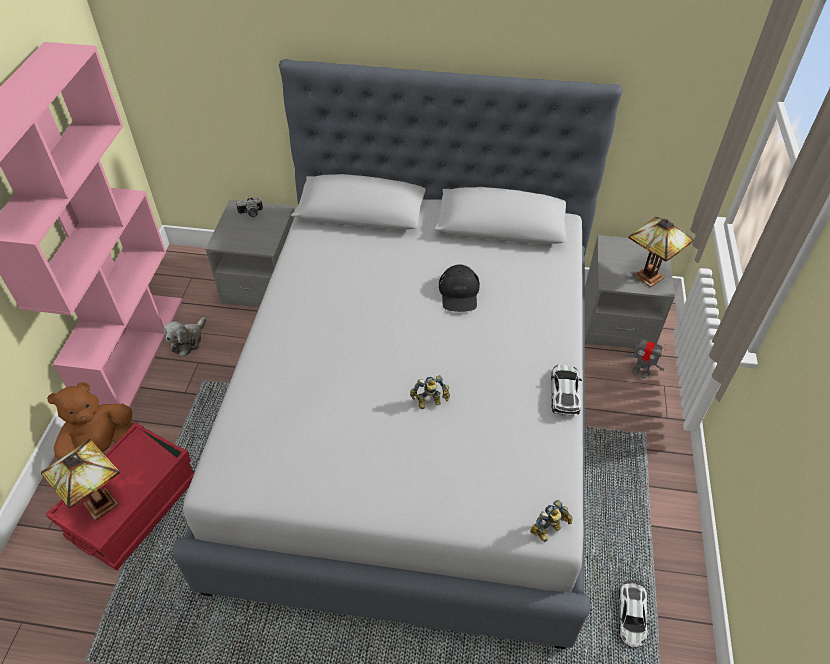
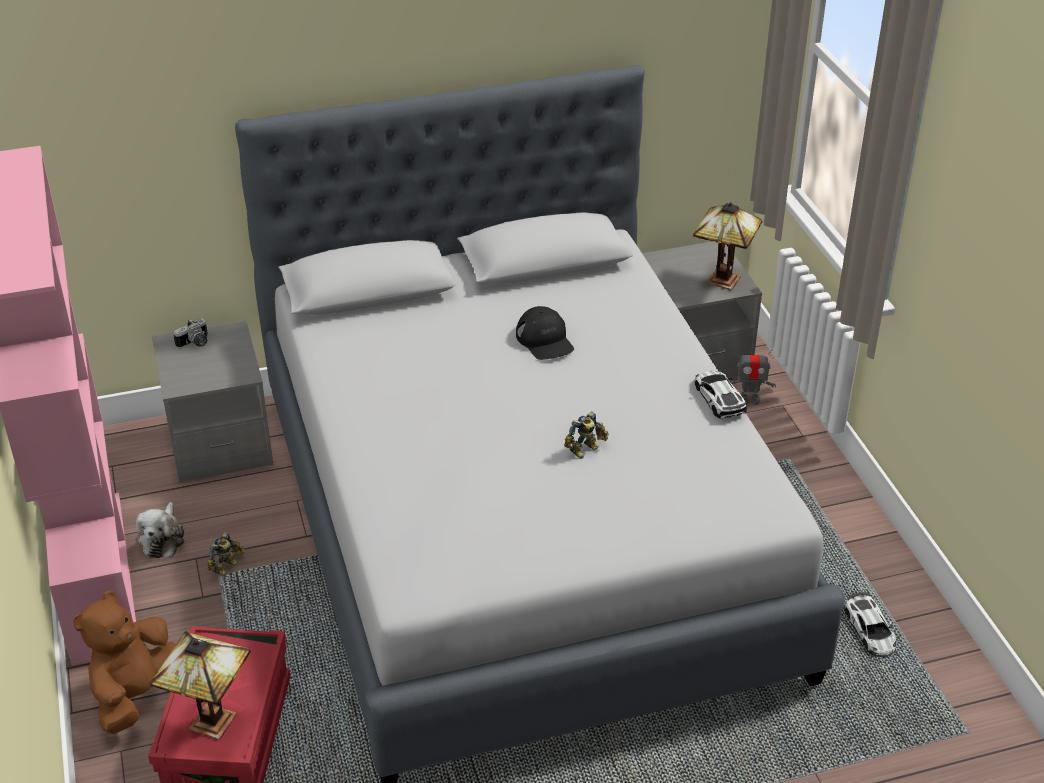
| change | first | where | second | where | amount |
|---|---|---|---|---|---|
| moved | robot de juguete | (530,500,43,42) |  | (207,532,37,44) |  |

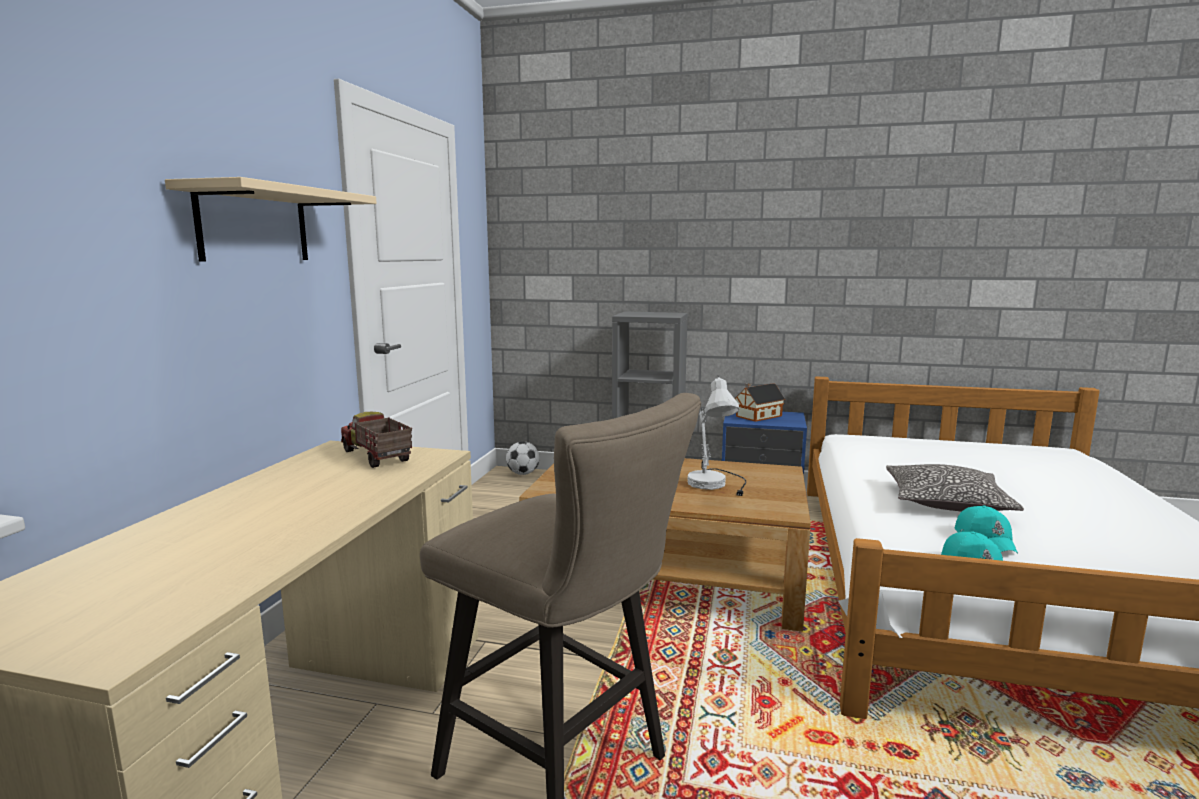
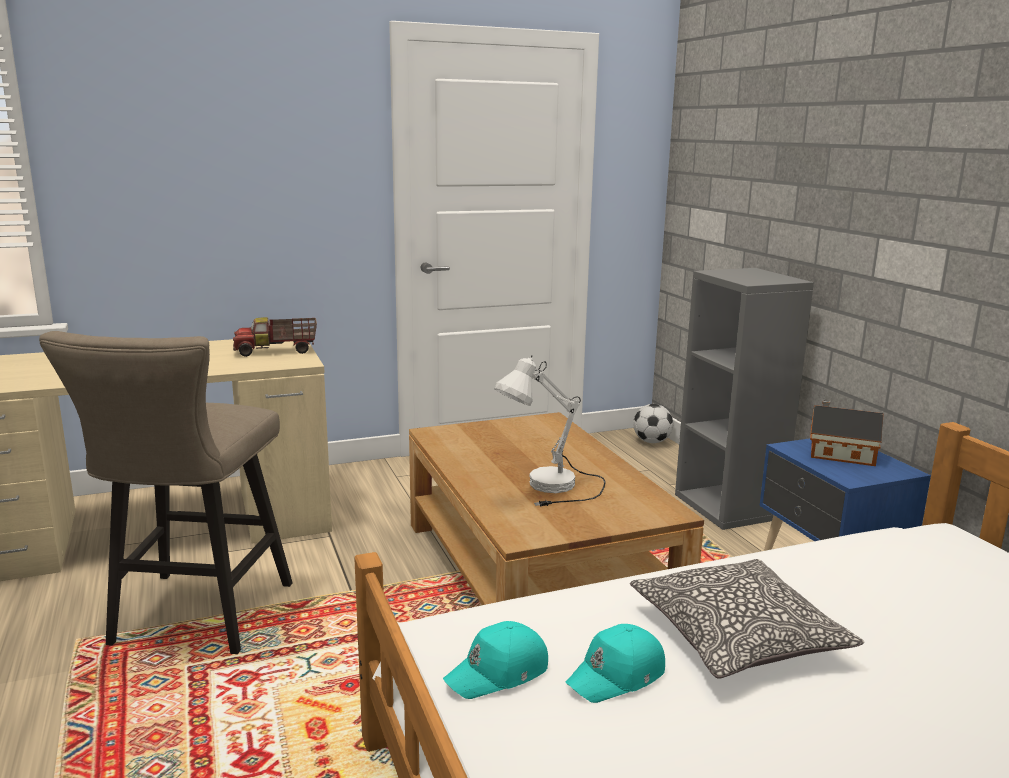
| change | first | where | second | where | amount |
|---|---|---|---|---|---|
| removed | estante/beis | (165,177,212,85) |  |  |  |
| turned | camión de juguete | (341,412,71,56) |  | (233,317,84,40) | 120 degrees counterclockwise |

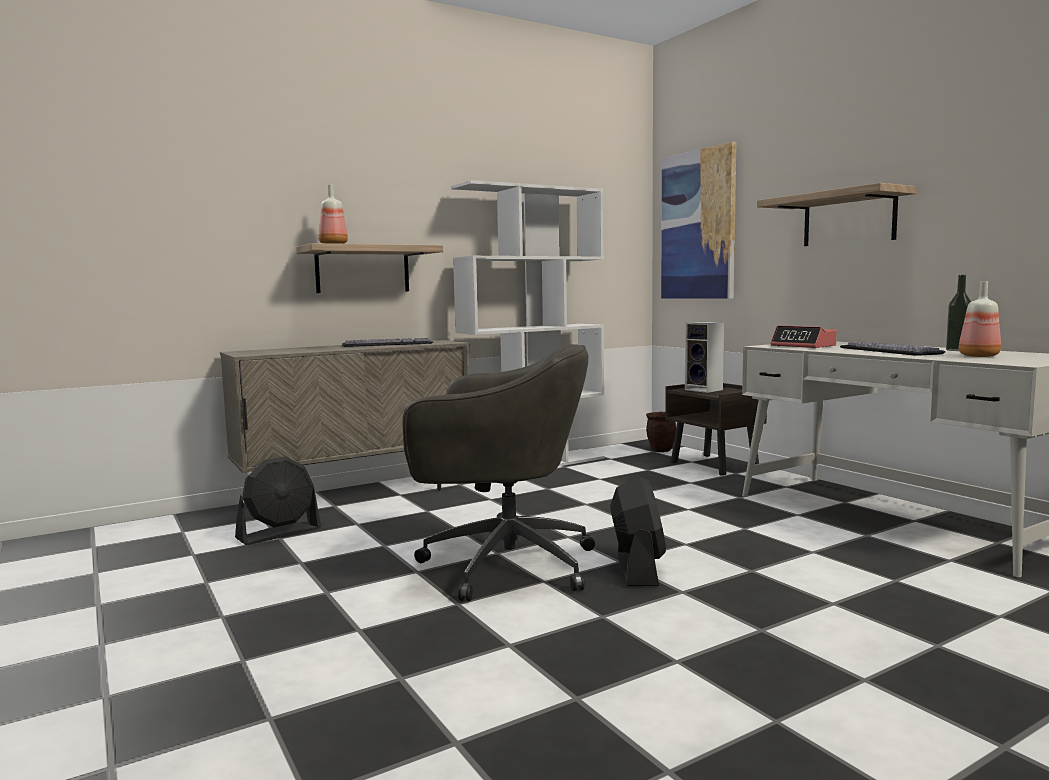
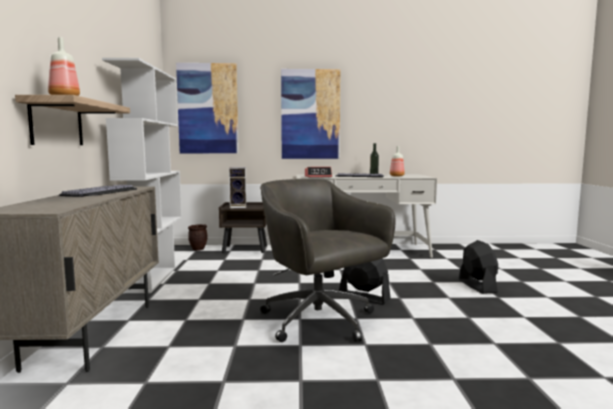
| change | first | where | second | where | amount |
|---|---|---|---|---|---|
| moved | ventilador/negro | (235,456,86,89) |  | (459,240,39,54) |  |
| turned | silla de oficina/gris | (403,344,192,257) |  | (260,179,136,163) | 75 degrees counterclockwise |
| replaced | estante | (757,183,160,63) | cuadro | (281,69,60,90) |  |

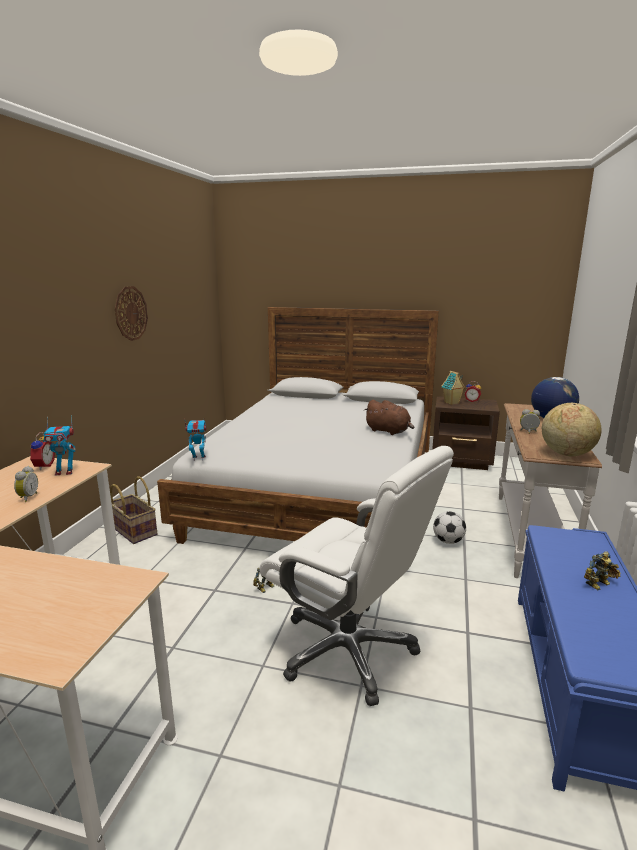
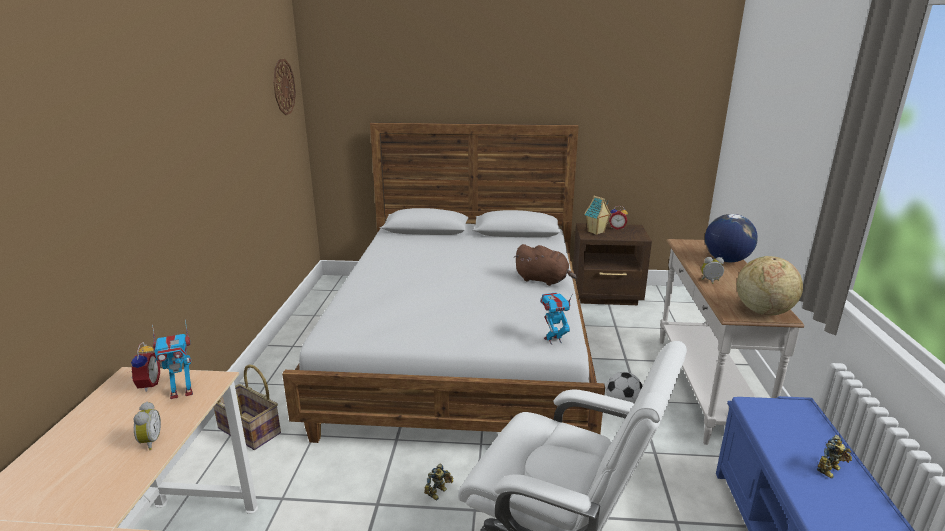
| change | first | where | second | where | amount |
|---|---|---|---|---|---|
| moved | reloj de pared | (115,286,33,55) |  | (273,59,23,56) |  |
| moved | robot de juguete | (185,420,21,41) |  | (540,292,33,53) |  |

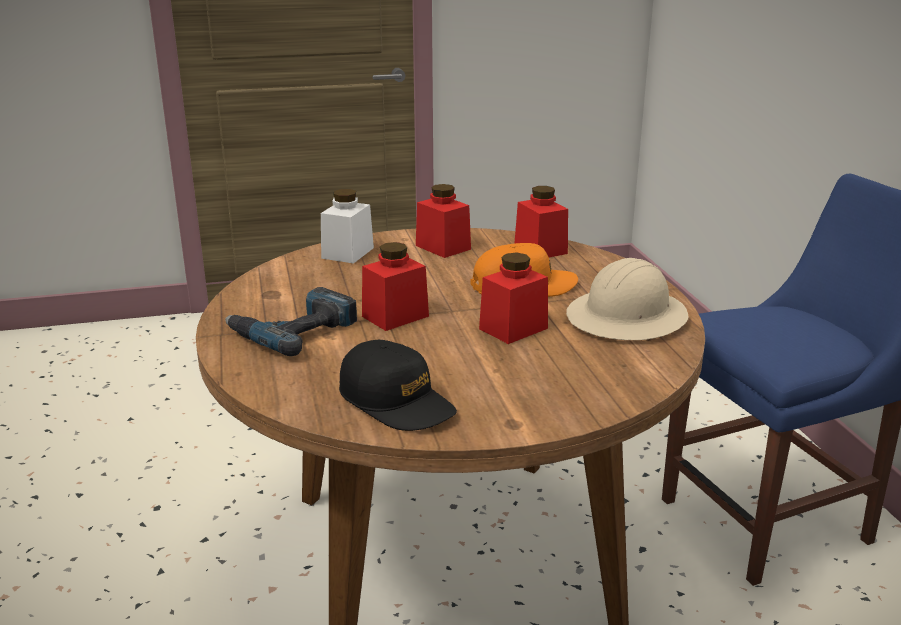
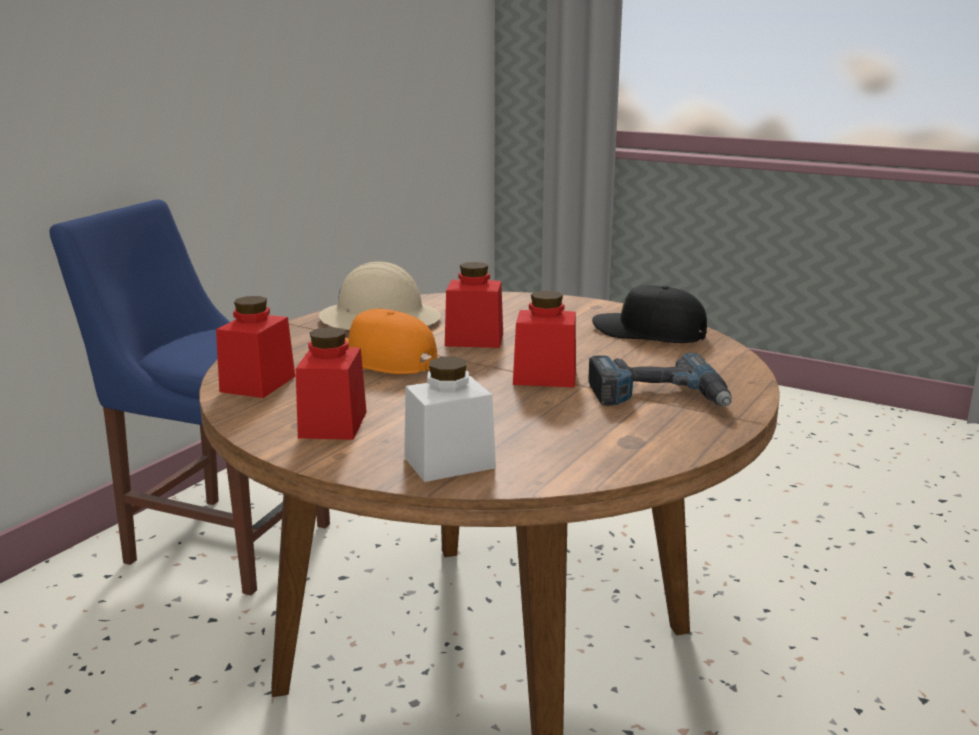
| change | first | where | second | where | amount |
|---|---|---|---|---|---|
| turned | gorra/negro | (339,340,118,91) |  | (592,285,115,58) | 60 degrees counterclockwise |

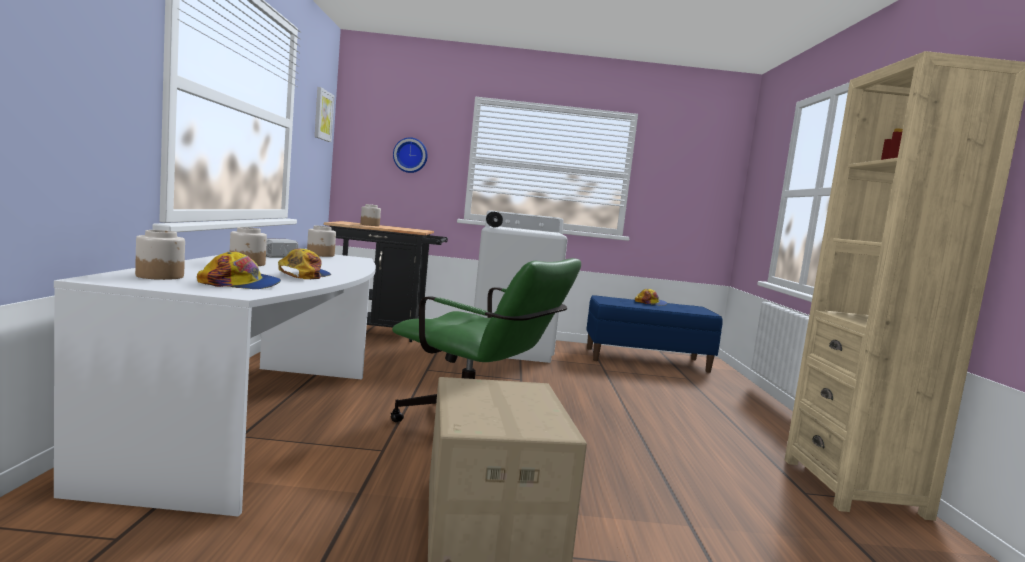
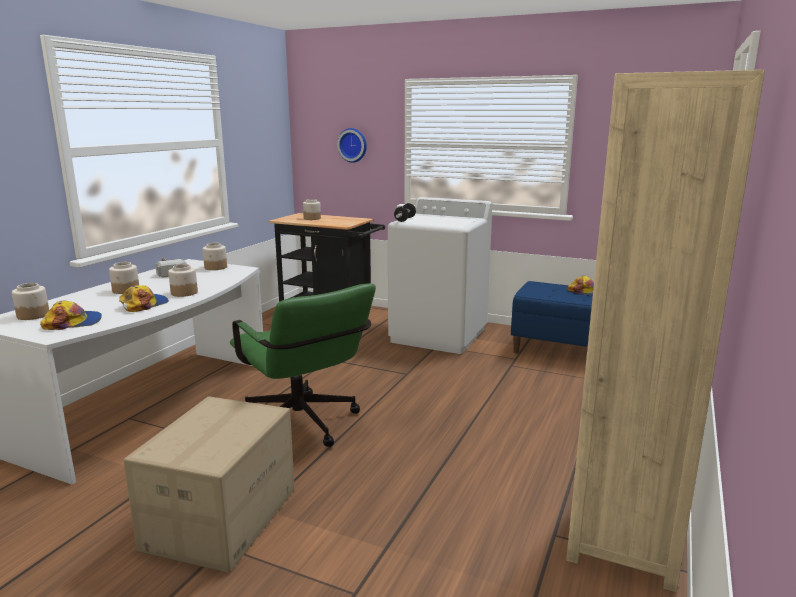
| change | first | where | second | where | amount |
|---|---|---|---|---|---|
| turned | gorra | (197,251,84,38) |  | (40,301,62,29) | 45 degrees counterclockwise |
| removed | cuadro | (315,87,19,55) |  |  |  |
| added |  |  | tarro | (168,264,30,33) |  |

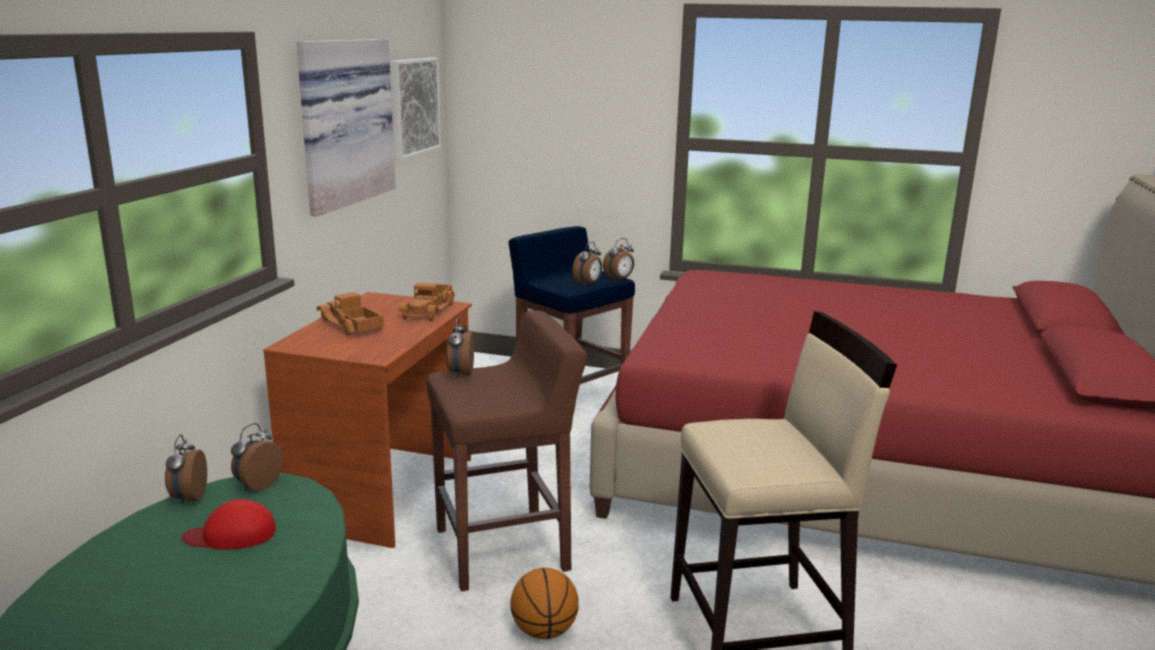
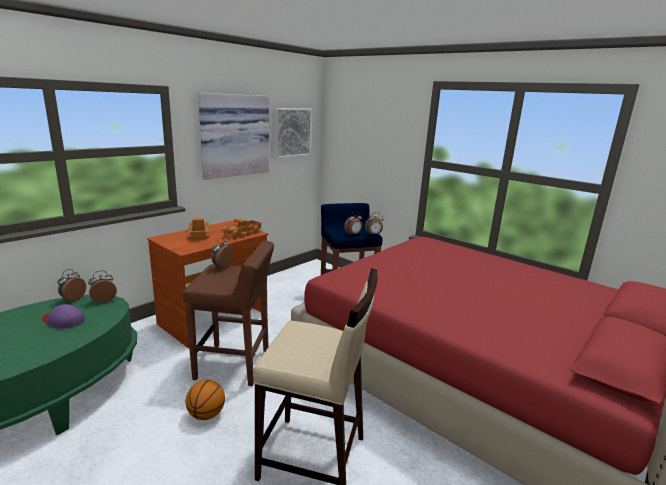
| change | first | where | second | where | amount |
|---|---|---|---|---|---|
| recoloured | gorra/rojo | (182,499,94,51) | gorra/morado | (42,304,43,24) |  |

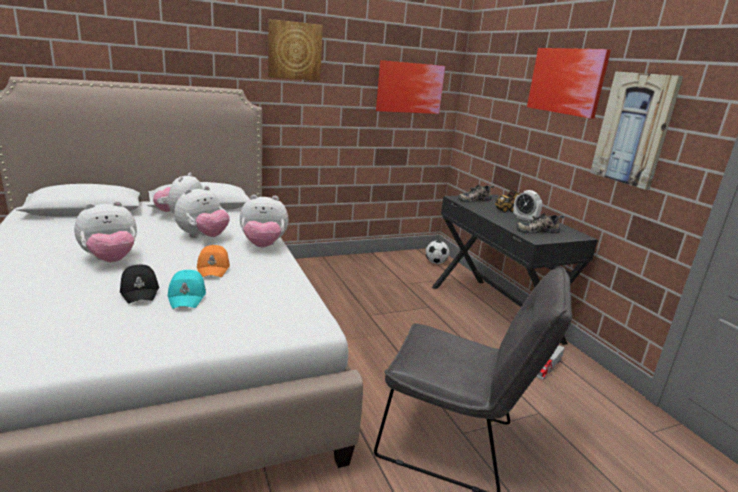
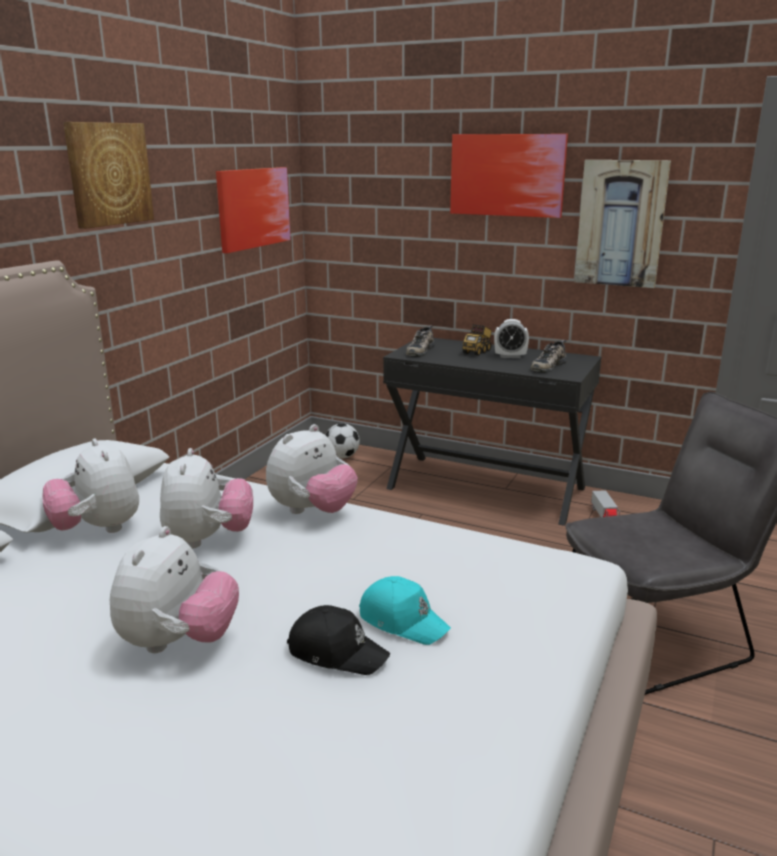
| change | first | where | second | where | amount |
|---|---|---|---|---|---|
| removed | gorra/naranja | (197,245,33,32) |  |  |  |

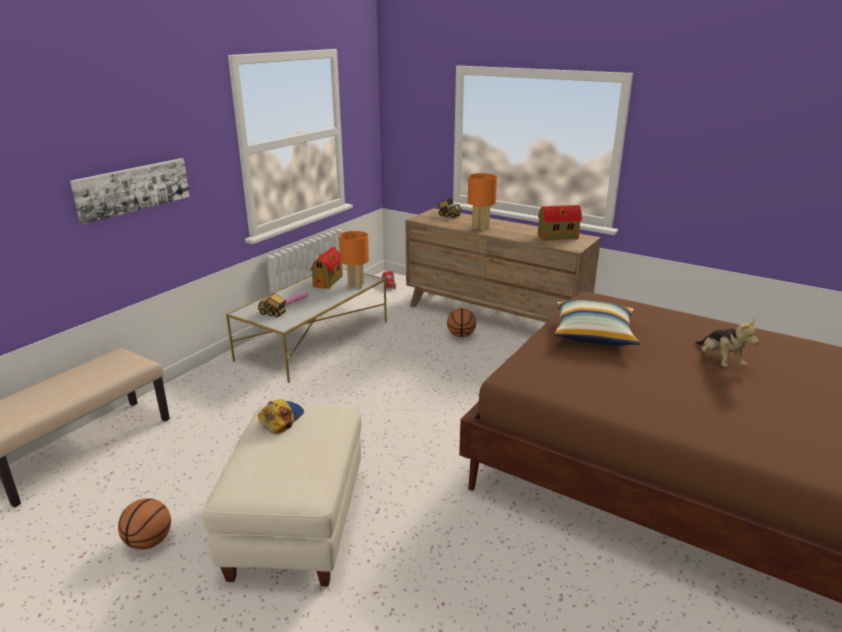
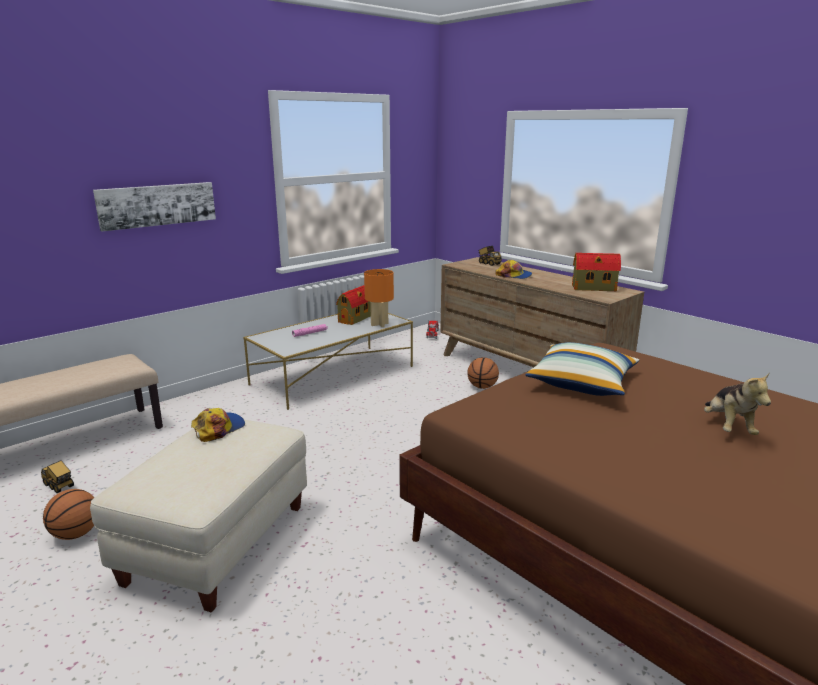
| change | first | where | second | where | amount |
|---|---|---|---|---|---|
| moved | camión de juguete | (258,293,28,24) |  | (41,460,33,33) |  |
| replaced | lámpara de mesa/naranja | (468,173,29,58) | gorra | (495,260,37,19) |  |

